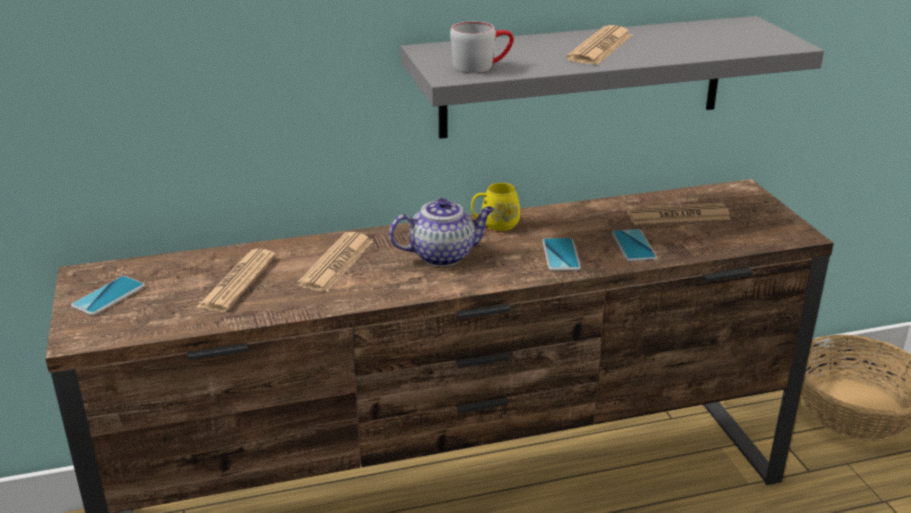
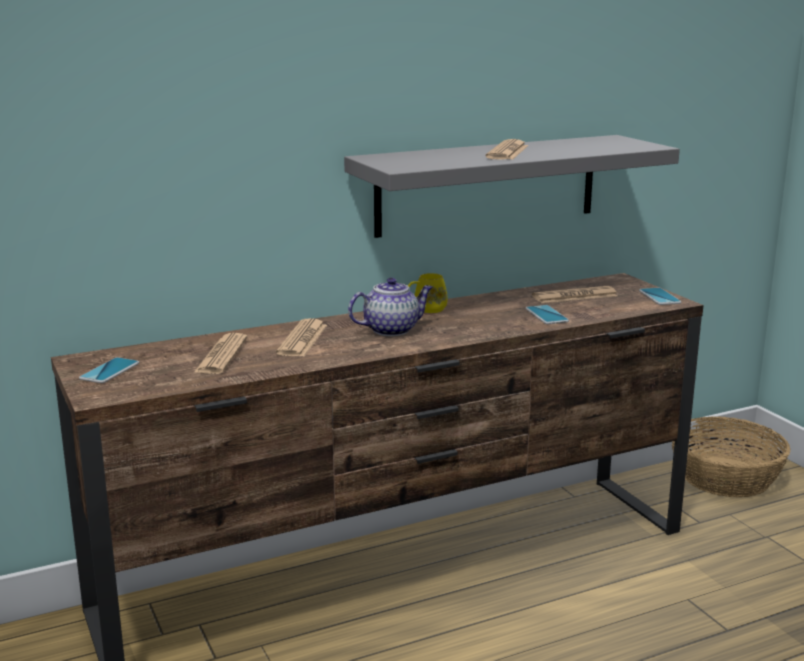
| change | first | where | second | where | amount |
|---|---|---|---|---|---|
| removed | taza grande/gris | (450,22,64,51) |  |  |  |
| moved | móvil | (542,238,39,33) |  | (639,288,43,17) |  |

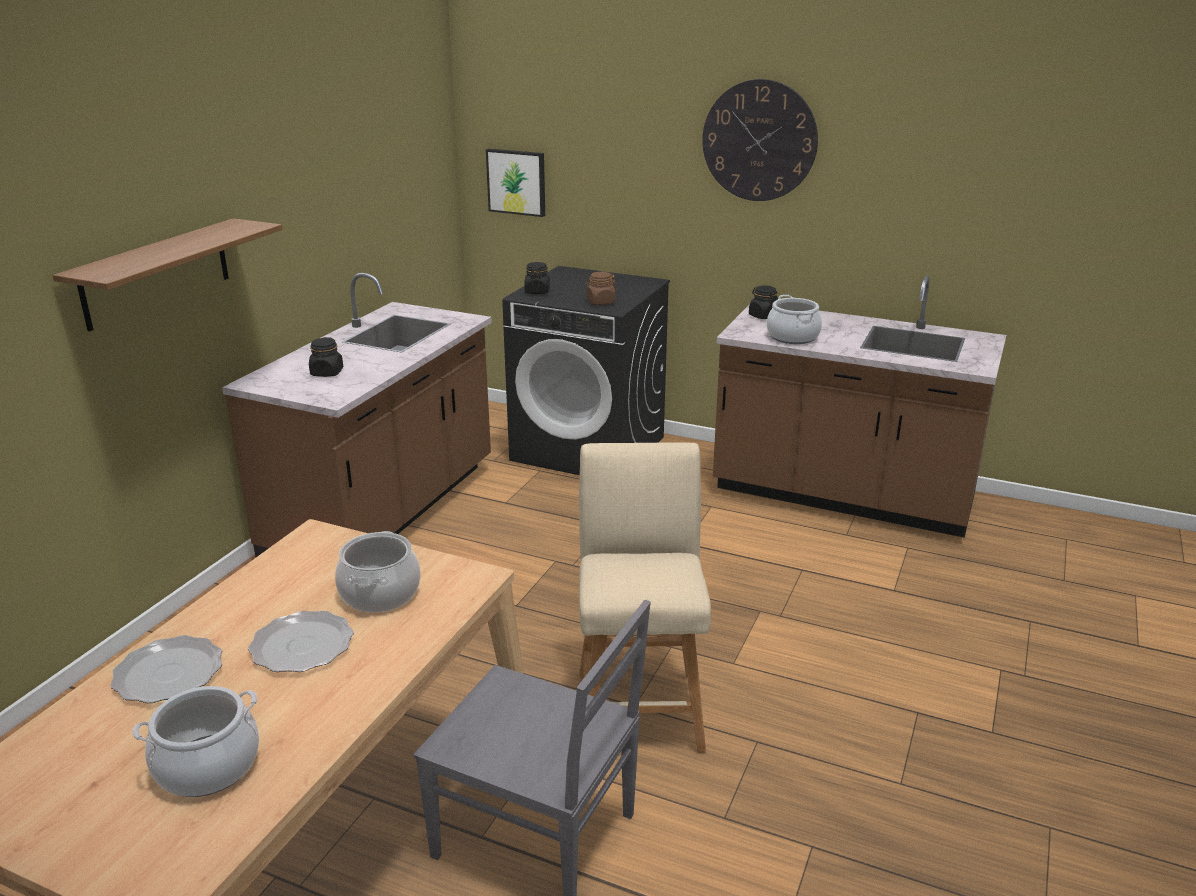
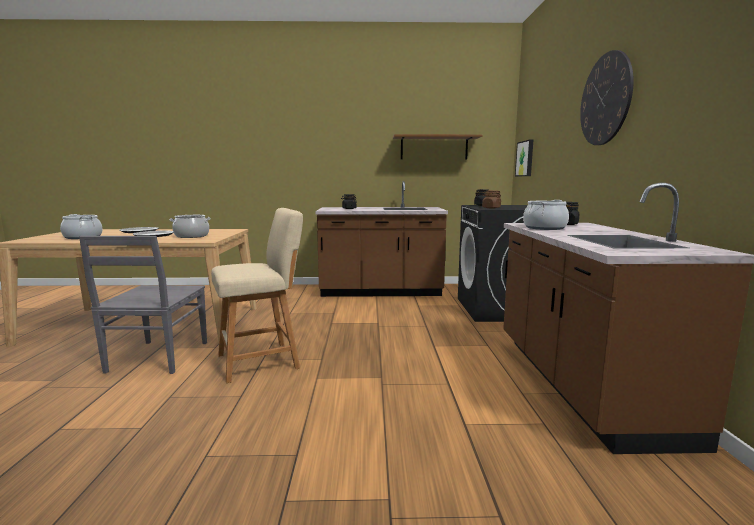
| change | first | where | second | where | amount |
|---|---|---|---|---|---|
| moved | estante | (52,218,231,113) |  | (393,134,89,25) |  |

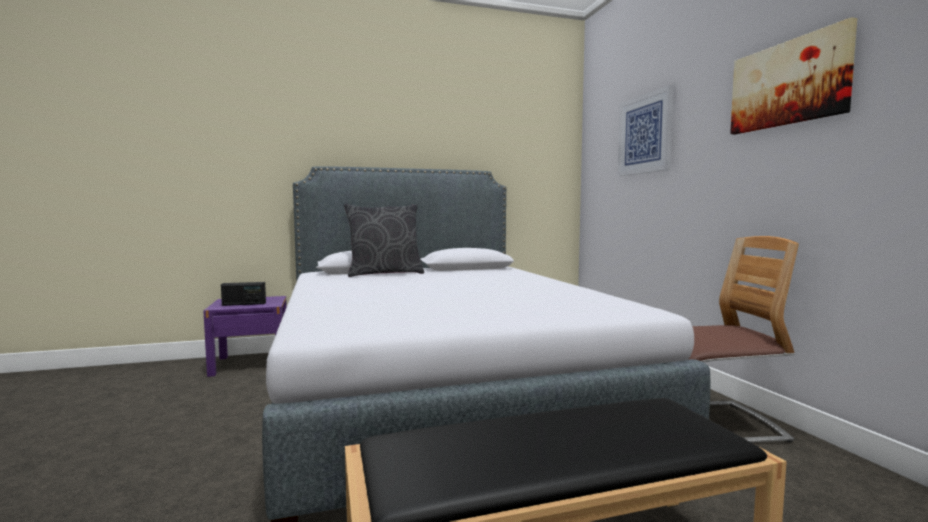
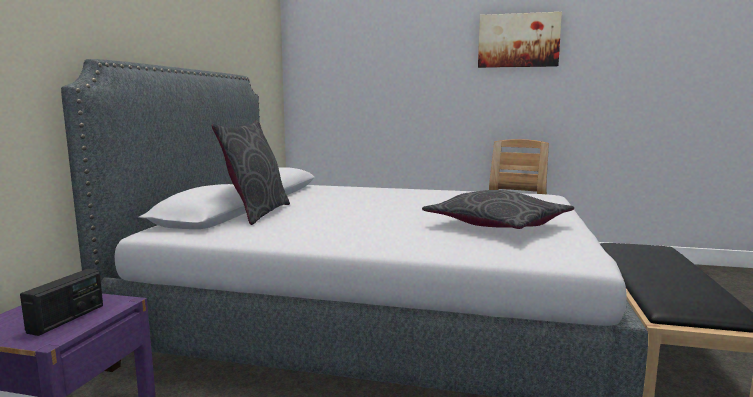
| change | first | where | second | where | amount |
|---|---|---|---|---|---|
| removed | cuadro | (617,85,57,91) |  |  |  |
| added |  |  | cojín/gris | (422,190,152,39) |  |

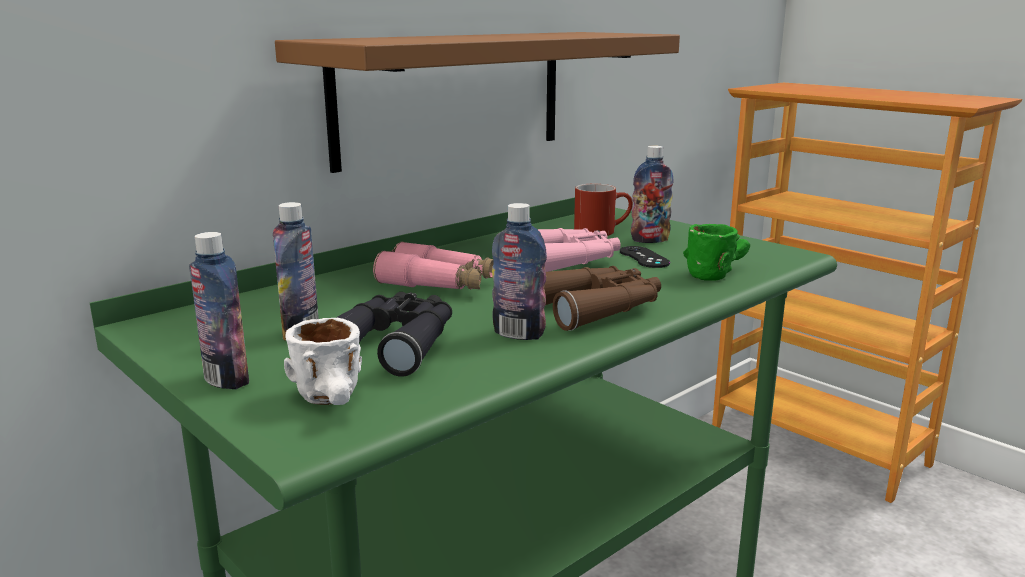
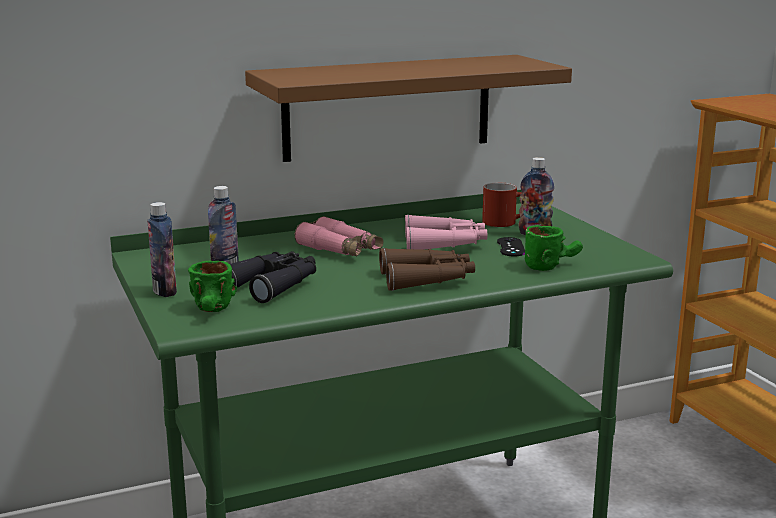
| change | first | where | second | where | amount |
|---|---|---|---|---|---|
| recoloured | taza grande/blanco | (284,318,78,87) | taza grande/verde | (188,260,49,52) |  |
| removed | botella | (492,203,55,137) |  |  |  |

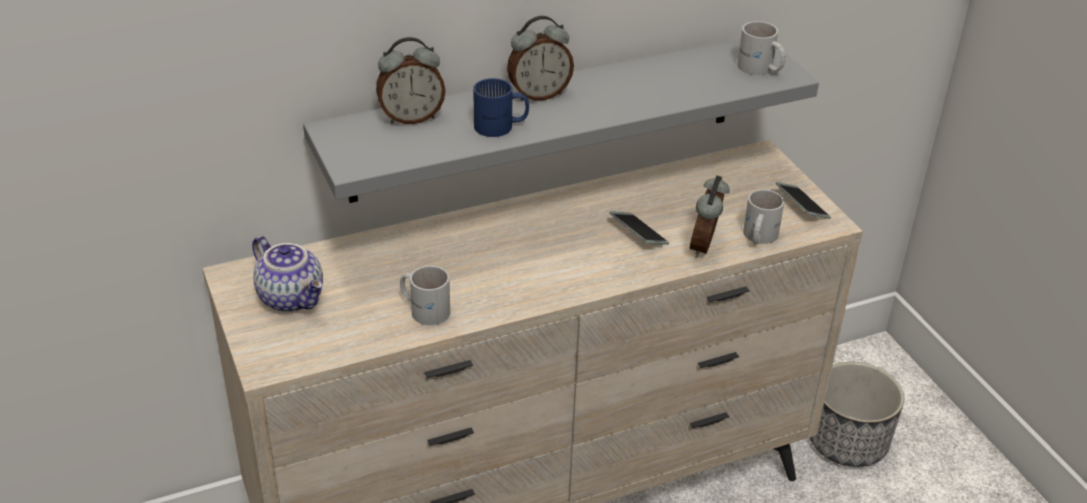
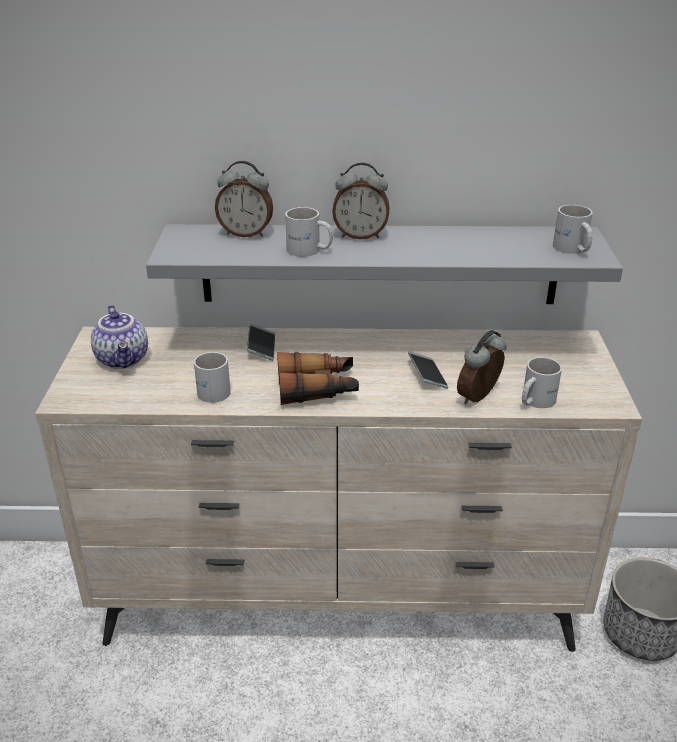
| change | first | where | second | where | amount |
|---|---|---|---|---|---|
| recoloured | taza grande/azul | (473,78,56,59) | taza grande/blanco | (285,207,48,50) |  |
| moved | móvil | (775,182,56,37) |  | (247,324,28,37) |  |
| added |  |  | prismáticos | (277,352,82,53) |  |

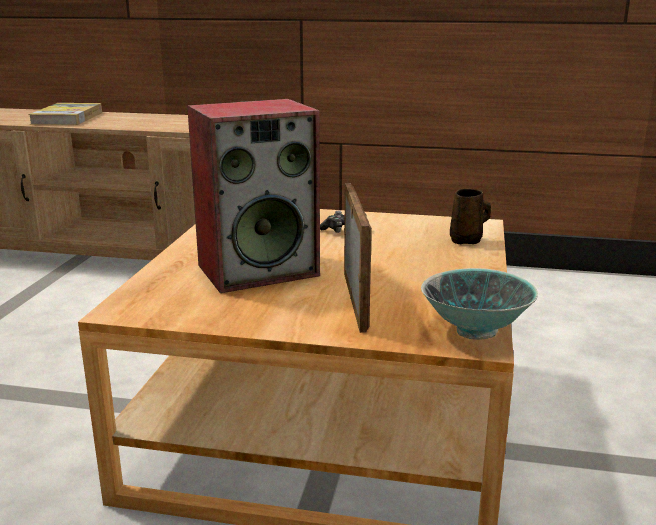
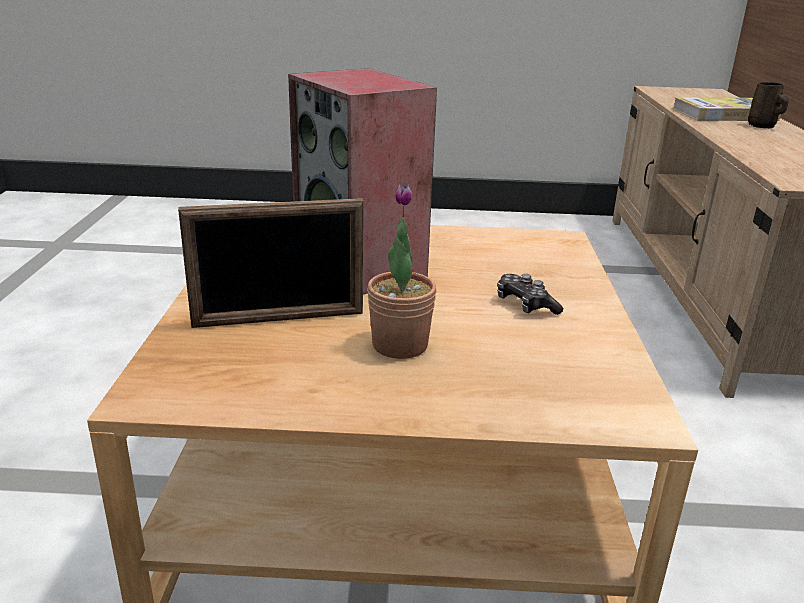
| change | first | where | second | where | amount |
|---|---|---|---|---|---|
| removed | cuenco | (421,268,117,72) |  |  |  |
| moved | taza grande/marrón | (450,188,41,56) |  | (748,82,41,46) |  |
| added |  |  | planta en maceta | (367,183,70,176) |  |

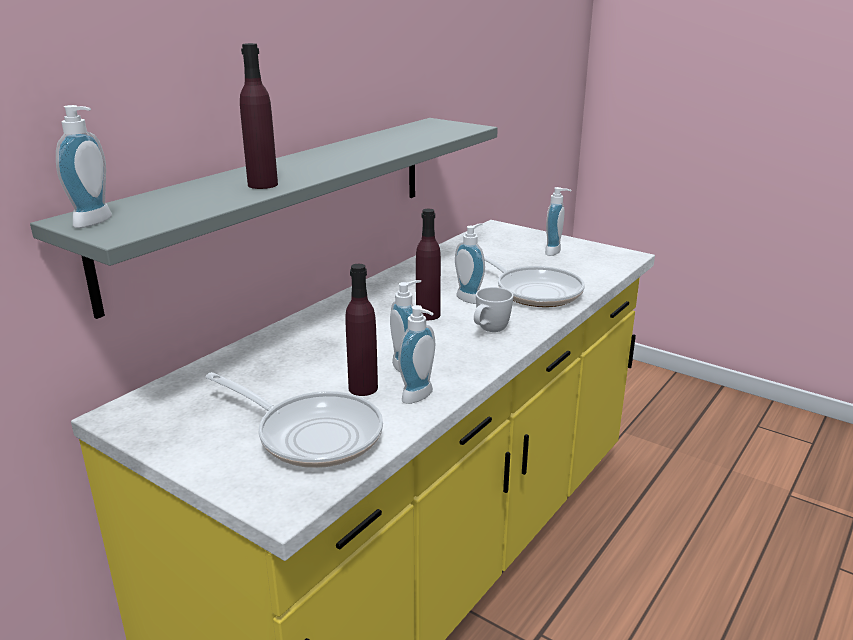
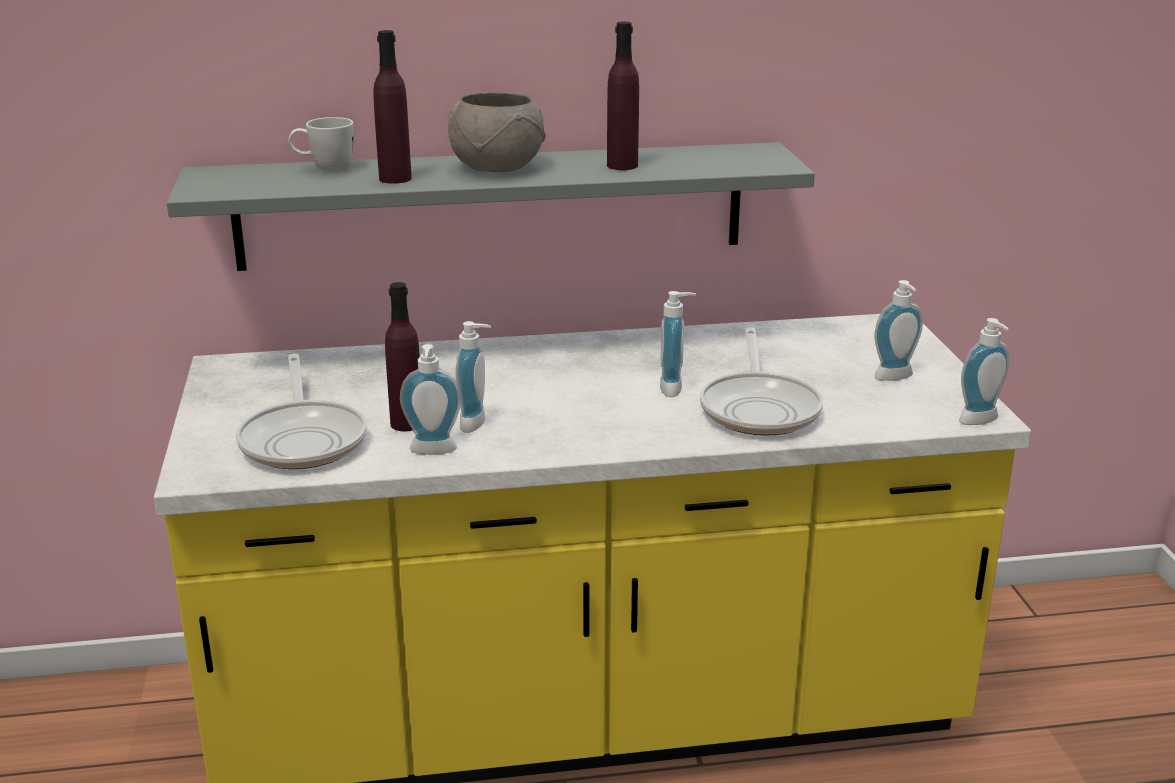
| change | first | where | second | where | amount |
|---|---|---|---|---|---|
| moved | dispensador de jabón | (56,105,56,123) |  | (959,318,51,107) |  |
| moved | botella/morado | (416,209,25,111) |  | (607,22,32,148) |  |
| moved | taza grande/blanco | (474,287,40,45) |  | (288,117,66,54) |  |
| added |  |  | cuenco/gris | (448,93,98,79) |  |

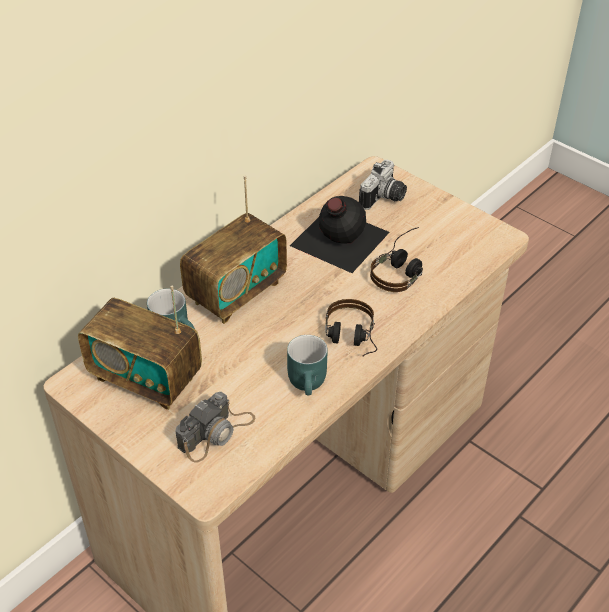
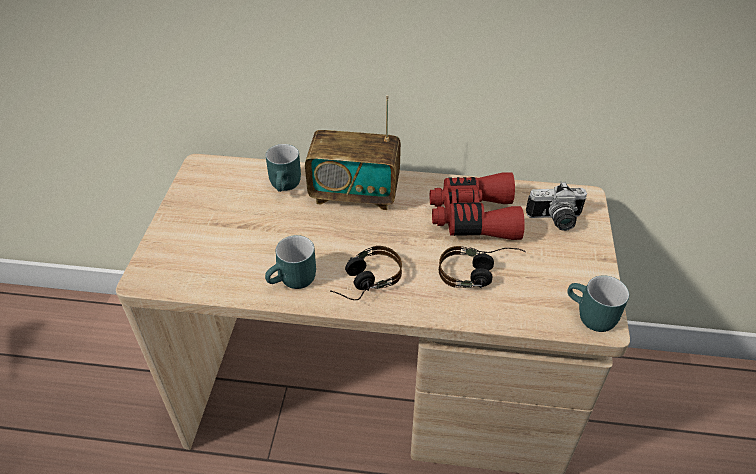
| change | first | where | second | where | amount |
|---|---|---|---|---|---|
| removed | radio | (78,286,124,124) |  |  |  |
| removed | cámara | (176,392,80,71) |  |  |  |
| replaced | botella/negro | (290,196,100,77) | prismáticos/rojo | (430,172,95,68) |  |
| added |  |  | taza grande/turquesa | (567,275,62,57) |  |

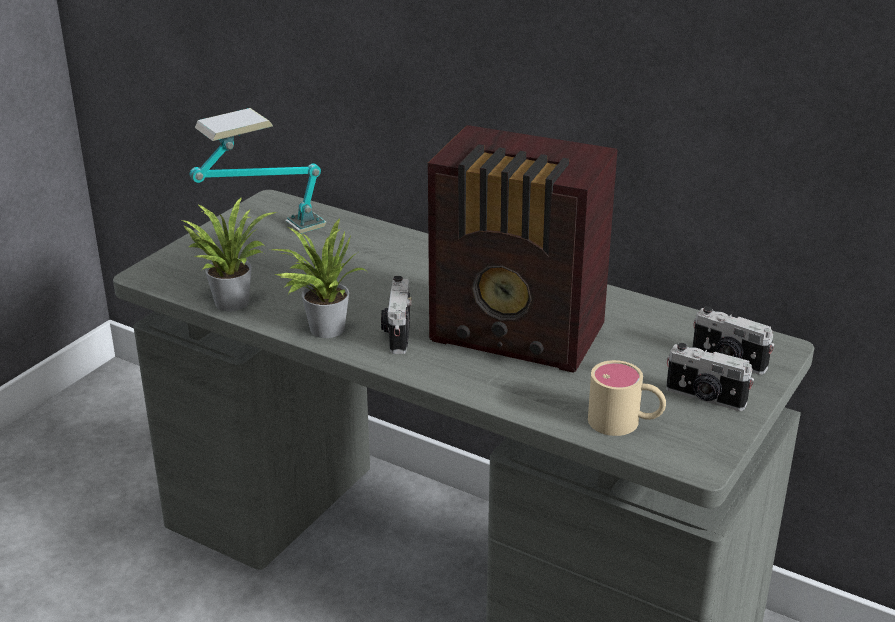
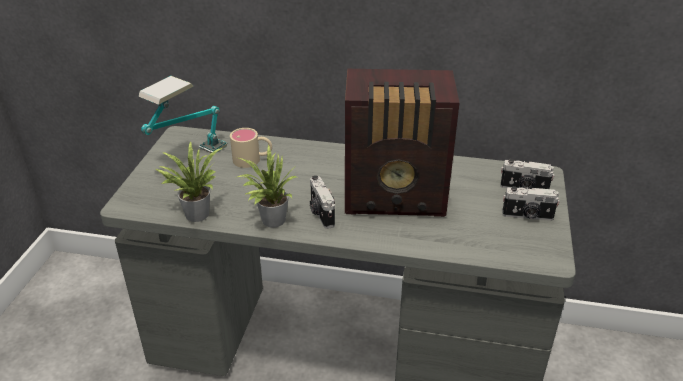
| change | first | where | second | where | amount |
|---|---|---|---|---|---|
| moved | taza grande/beis | (588,360,78,76) |  | (230,128,42,40) |  |

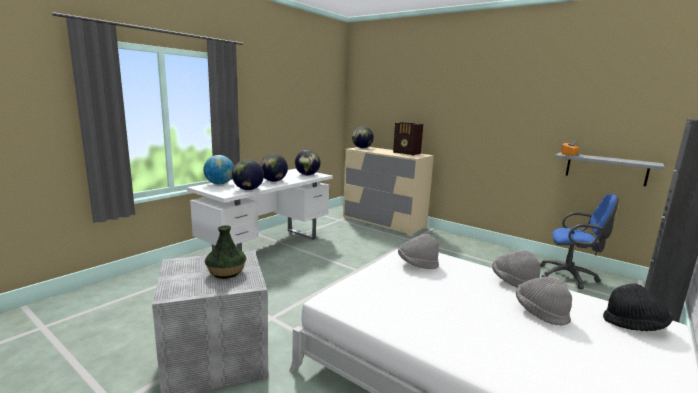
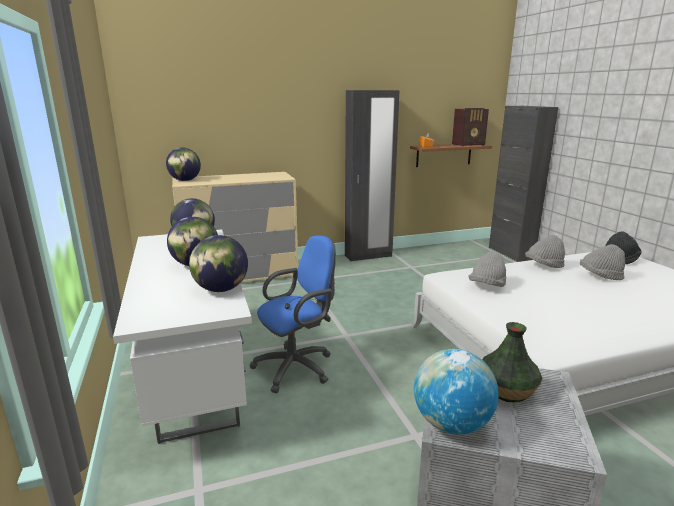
| change | first | where | second | where | amount |
|---|---|---|---|---|---|
| moved | globo terráqueo | (203,155,31,29) |  | (414,349,85,85) |  |
| moved | radio | (393,122,30,34) |  | (452,108,37,38) |  |
| moved | silla de oficina/azul | (540,194,79,95) |  | (249,236,87,157) |  |
| recoloured | estante/gris | (555,152,109,34) | estante/marrón | (410,144,82,23) |  |
| added |  |  | armario ropero/negro | (345,90,55,171) |  |

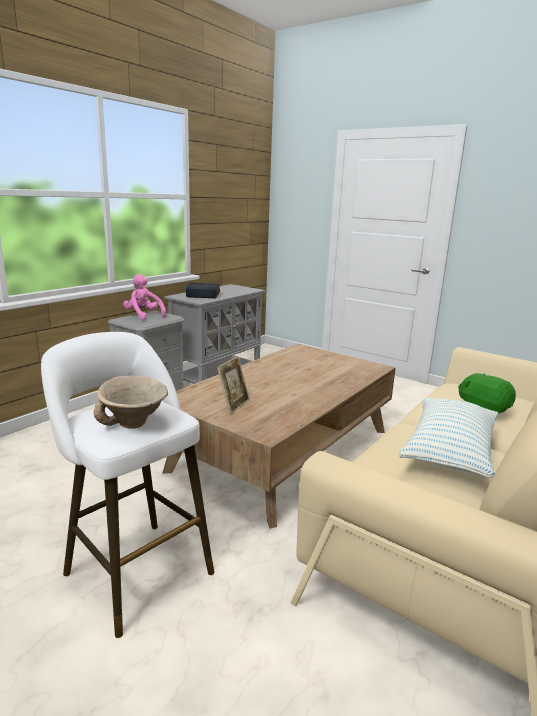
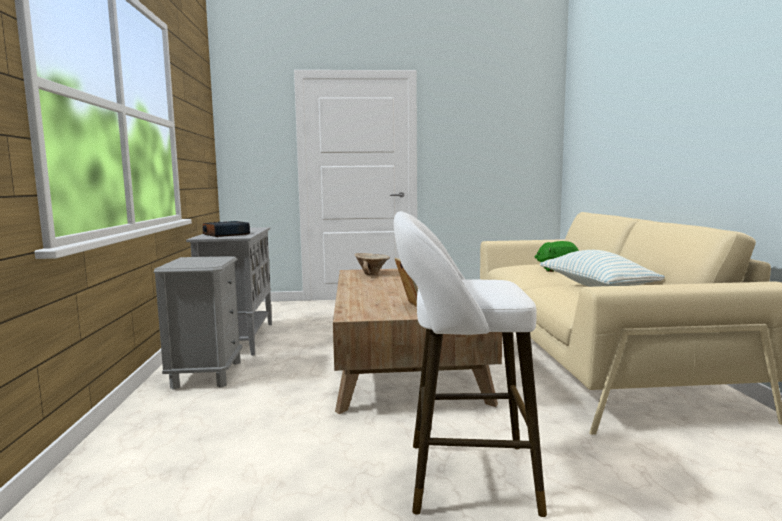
| change | first | where | second | where | amount |
|---|---|---|---|---|---|
| moved | cuenco/beis | (94,376,74,53) |  | (355,253,35,22) |  |
| removed | peluche/rosa | (123,274,43,46) |  |  |  |

